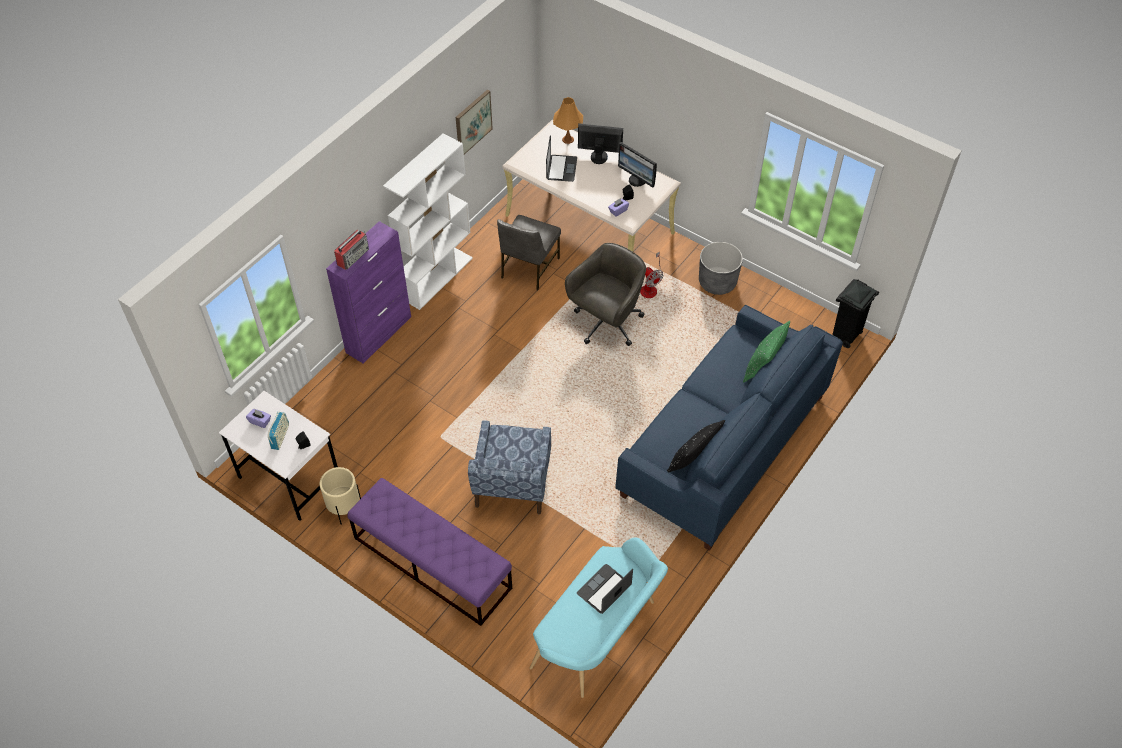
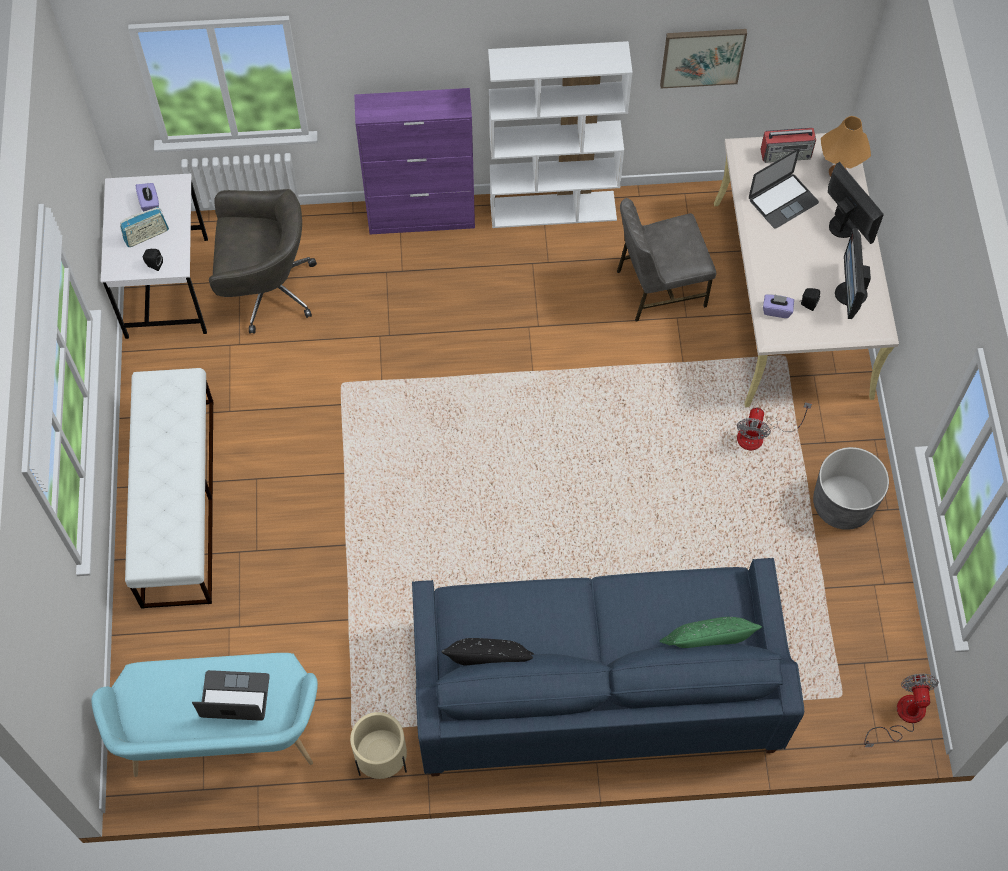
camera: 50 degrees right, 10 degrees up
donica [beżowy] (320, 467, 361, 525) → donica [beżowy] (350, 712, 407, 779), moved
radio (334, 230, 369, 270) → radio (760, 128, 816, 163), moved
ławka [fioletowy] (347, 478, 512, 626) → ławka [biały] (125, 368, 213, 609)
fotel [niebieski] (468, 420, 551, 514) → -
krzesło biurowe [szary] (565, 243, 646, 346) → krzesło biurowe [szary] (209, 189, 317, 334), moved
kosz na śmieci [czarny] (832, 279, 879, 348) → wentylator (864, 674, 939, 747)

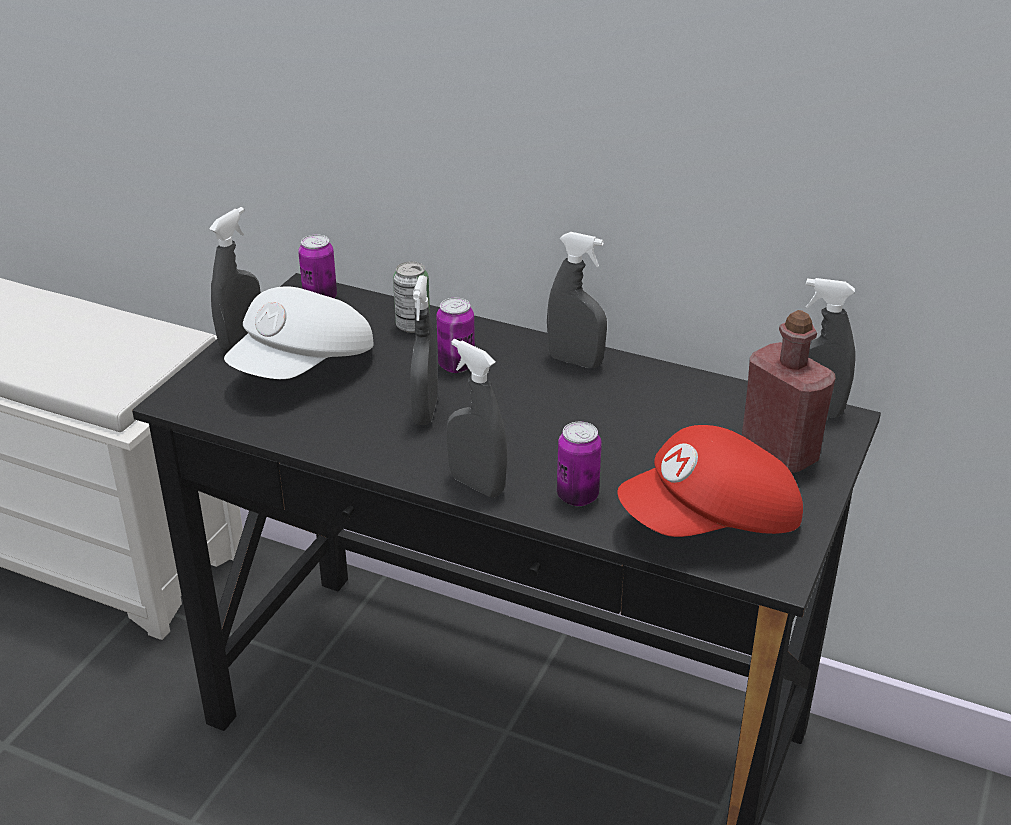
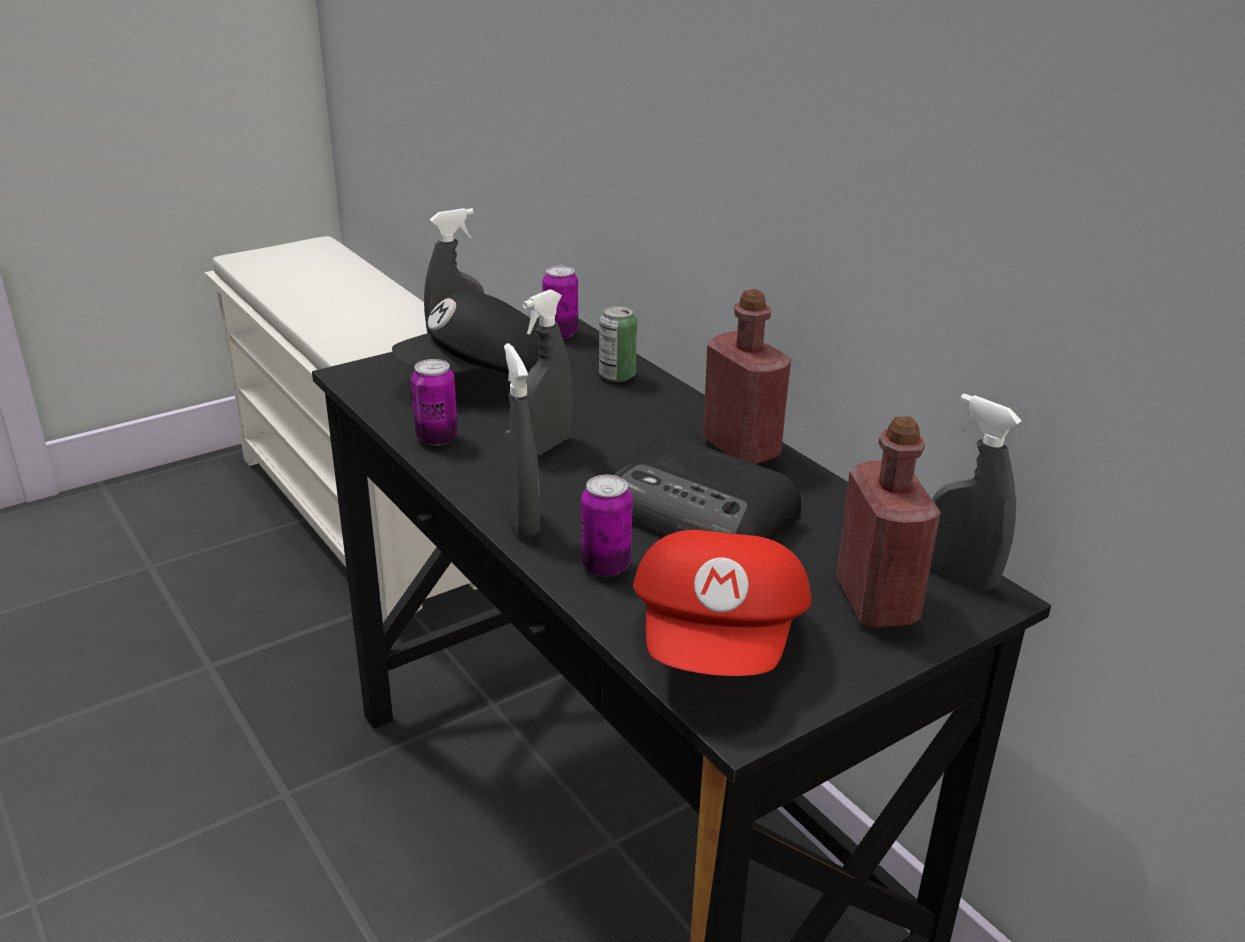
camera: 30 degrees right, 5 degrees down
czapka z daszkiem [biały] (224, 286, 373, 379) → czapka z daszkiem [czarny] (392, 291, 540, 374)
puszka (436, 298, 475, 373) → puszka (411, 359, 458, 446), moved
spryskiwacz [szary] (547, 232, 607, 368) → butelka [czerwony] (703, 289, 791, 464)
czapka z daszkiem [czerwony] (618, 425, 803, 537) → czapka z daszkiem [czerwony] (633, 530, 811, 676), 90 degrees counterclockwise
- → radio (613, 435, 801, 542)

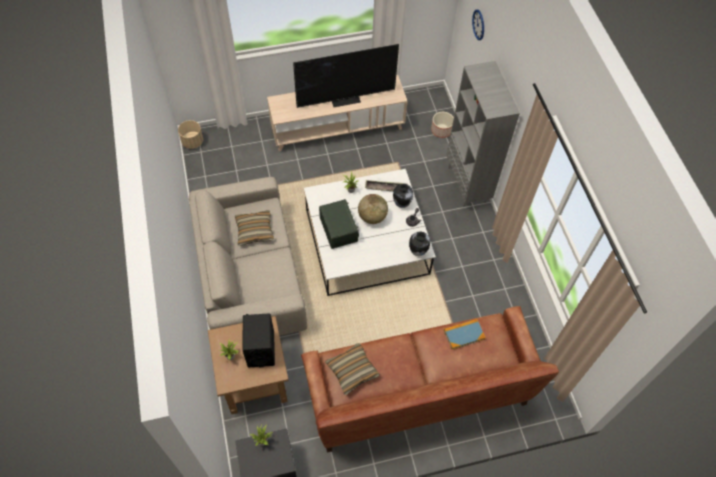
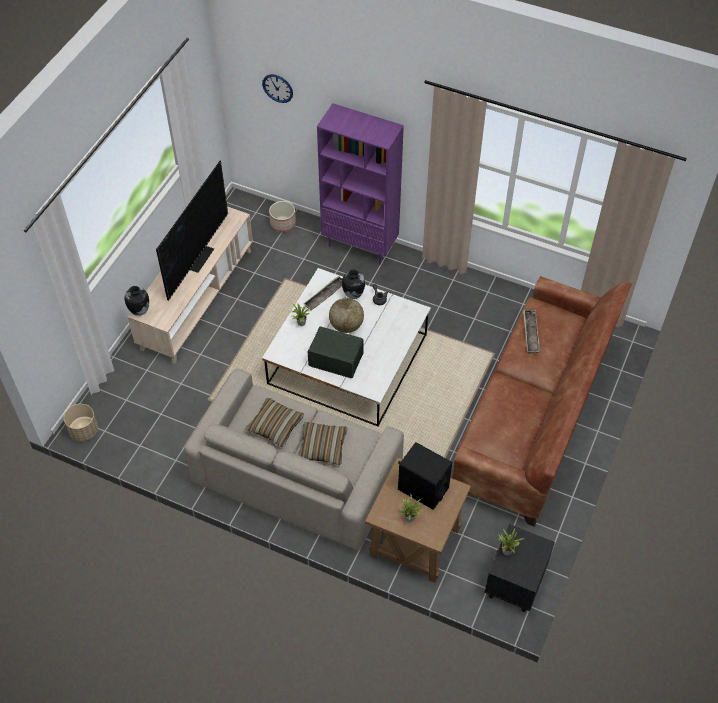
camera: 50 degrees left, 5 degrees down
poduszka (325, 343, 379, 395) → poduszka (298, 422, 347, 465), moved
wazon (409, 231, 430, 256) → wazon (125, 286, 149, 316), moved
książka (444, 319, 486, 350) → taca (523, 310, 540, 353)
regał [szary] (446, 61, 520, 207) → regał [fioletowy] (317, 103, 404, 265)

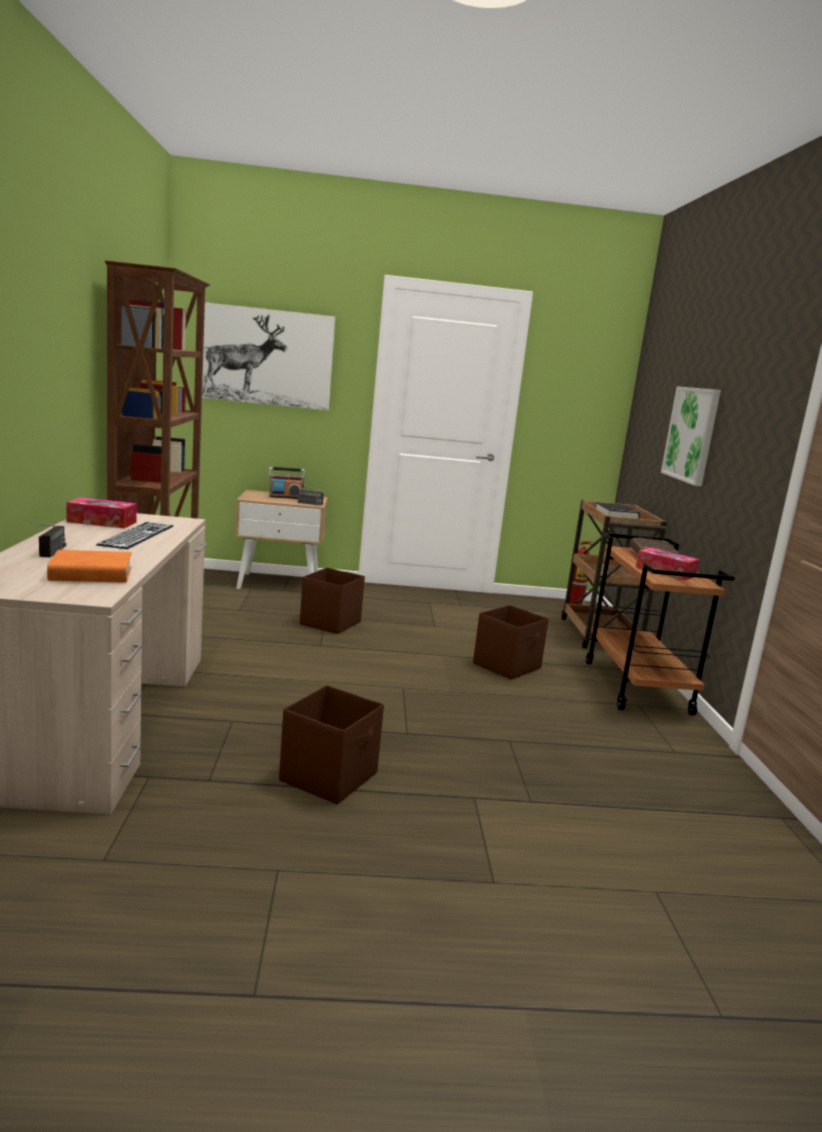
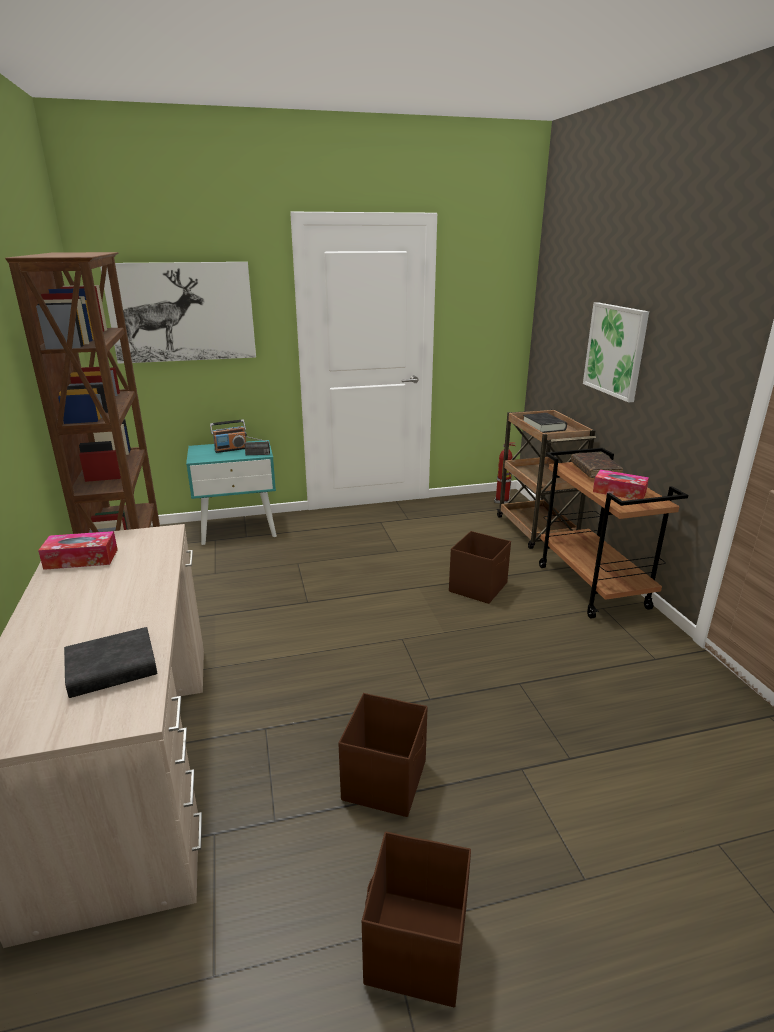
camera: 10 degrees left, 10 degrees up
radio (30, 523, 66, 558) → -
książka [pomarańczowy] (47, 550, 132, 583) → książka [czarny] (64, 627, 157, 698)
klawiatura (96, 522, 173, 549) → -
szafka nocna [beżowy] (235, 490, 328, 589) → szafka nocna [turkusowy] (186, 440, 277, 545)
pojemnik do przechowywania [brązowy] (300, 568, 365, 634) → pojemnik do przechowywania [brązowy] (362, 831, 471, 1007), moved

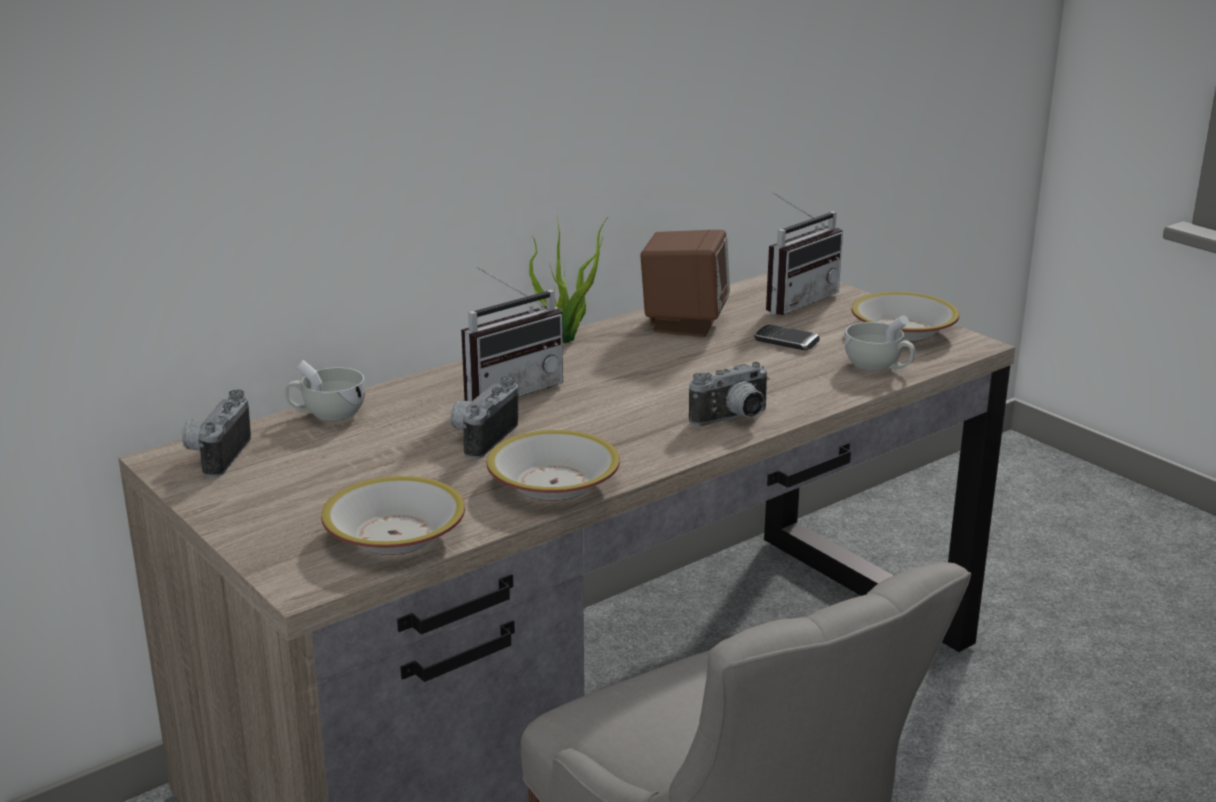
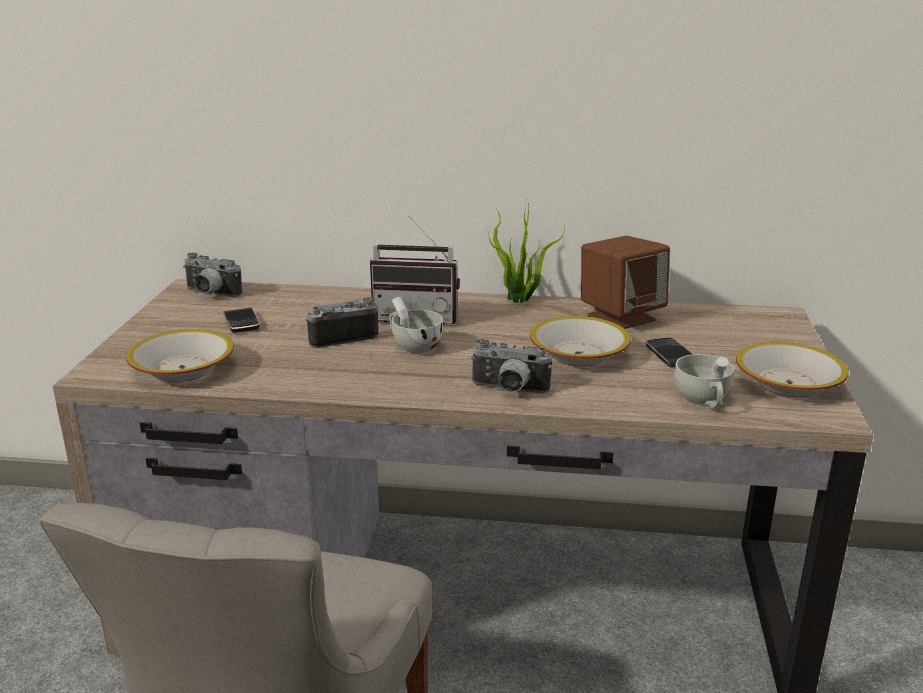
camera: 45 degrees right, 0 degrees up
aparat fotograficzny (182, 390, 251, 477) → aparat fotograficzny (183, 253, 242, 297), 120 degrees counterclockwise
filiżanka [biały] (285, 360, 365, 421) → filiżanka [biały] (389, 297, 443, 353), moved
miska (486, 430, 620, 501) → miska (530, 316, 631, 366), moved
radio (766, 193, 843, 315) → -
- → telefon (223, 308, 260, 333)

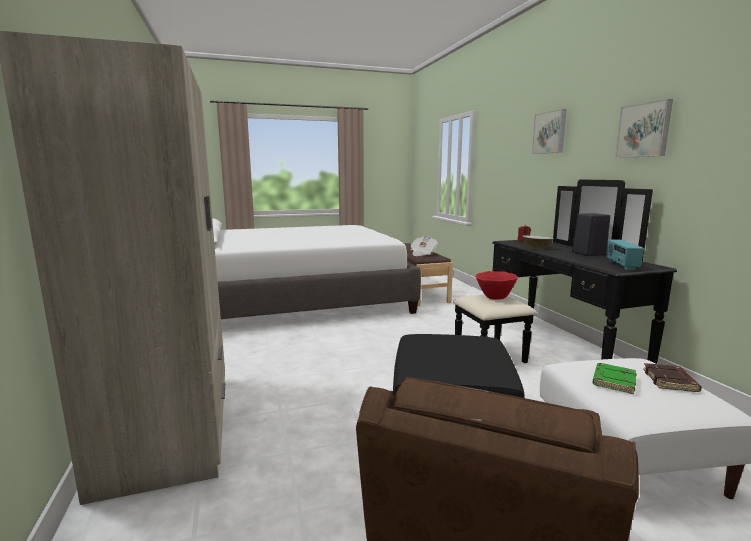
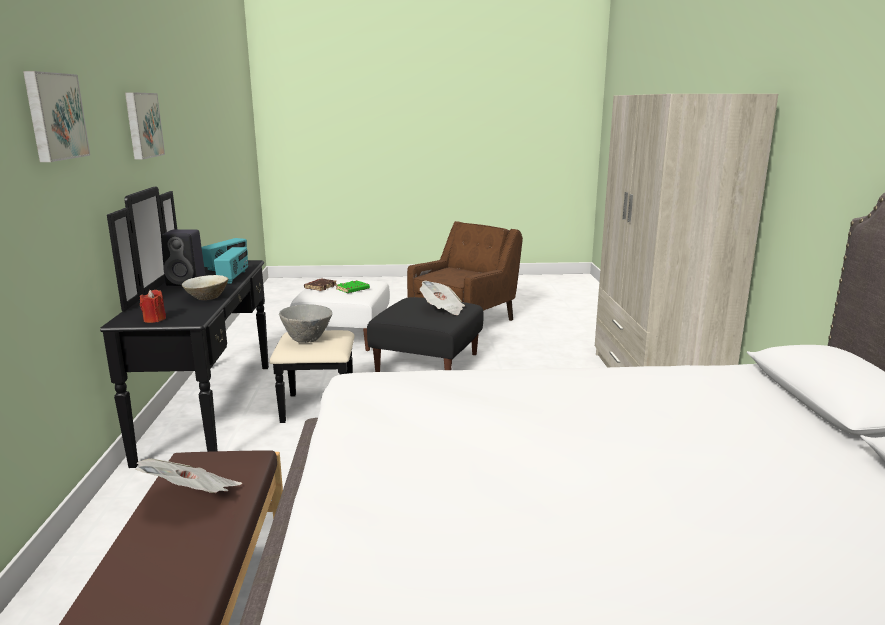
camera: 165 degrees left, 5 degrees up
miska [czerwony] (476, 271, 518, 300) → miska [szary] (279, 304, 332, 343)
- → radio (214, 247, 248, 283)
- → gazeta (420, 281, 465, 315)

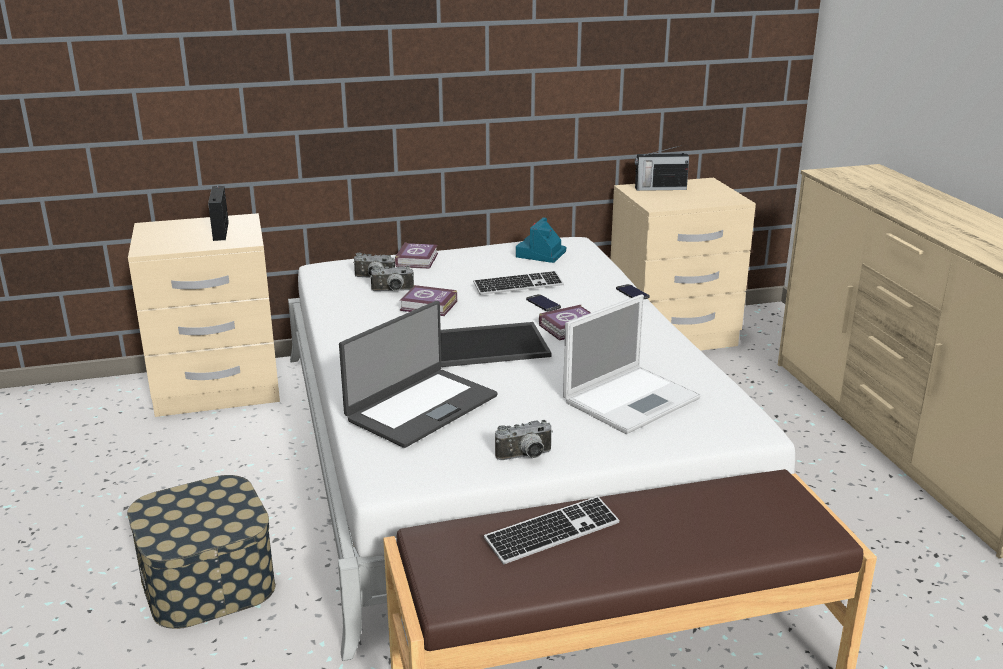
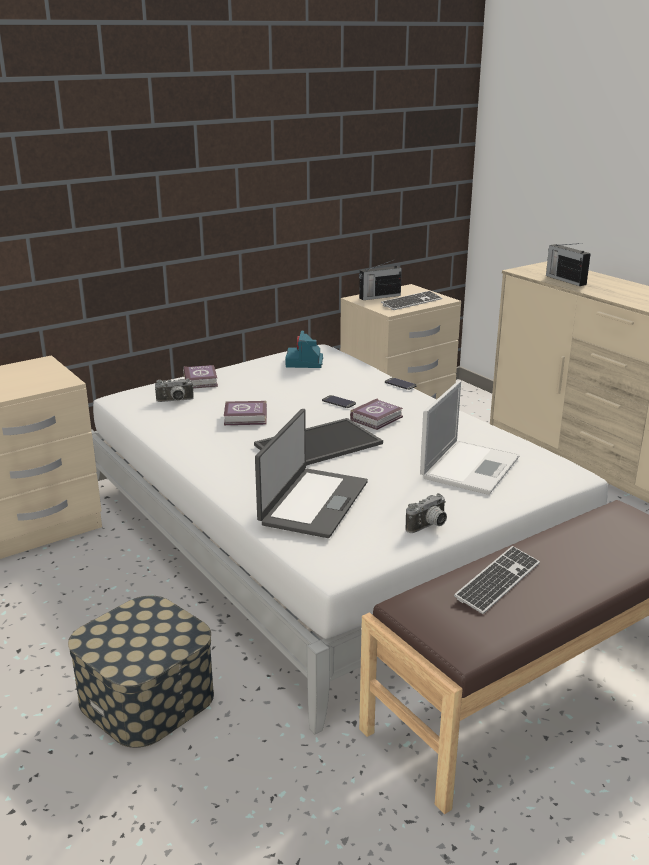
camera: 20 degrees left, 0 degrees up
radio (208, 186, 229, 241) → radio (546, 243, 591, 286), moved
aparat fotograficzny (371, 266, 414, 291) → -
klawiatura (473, 271, 564, 295) → klawiatura (381, 291, 442, 310), moved

